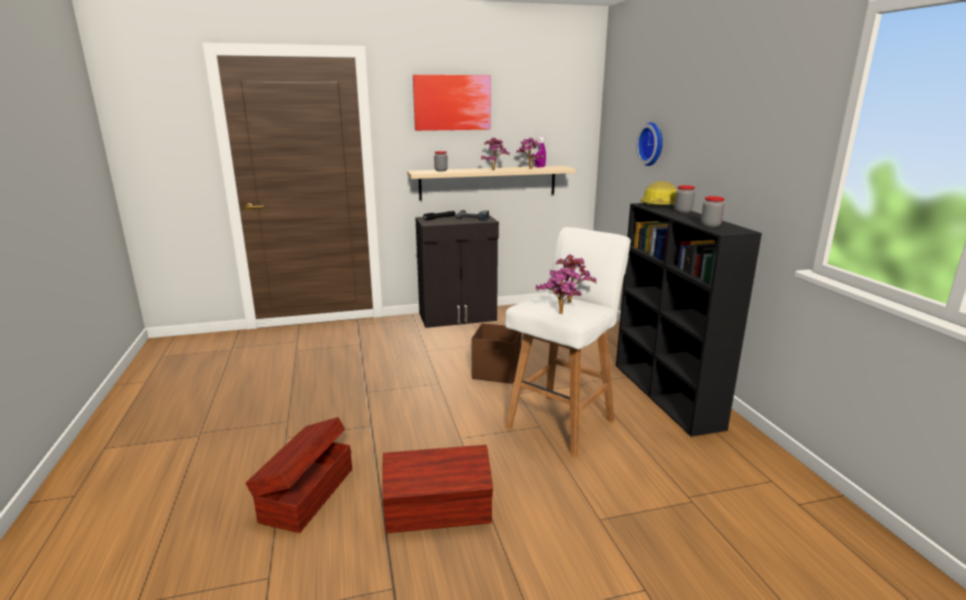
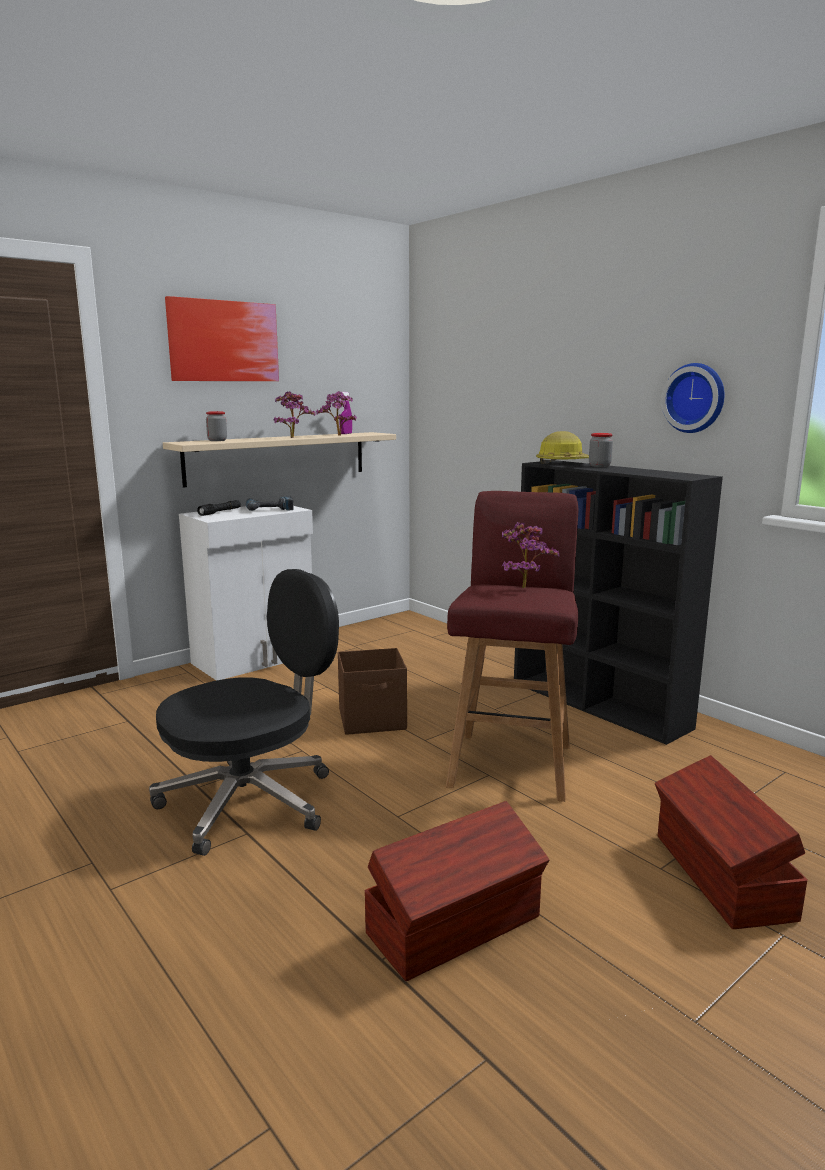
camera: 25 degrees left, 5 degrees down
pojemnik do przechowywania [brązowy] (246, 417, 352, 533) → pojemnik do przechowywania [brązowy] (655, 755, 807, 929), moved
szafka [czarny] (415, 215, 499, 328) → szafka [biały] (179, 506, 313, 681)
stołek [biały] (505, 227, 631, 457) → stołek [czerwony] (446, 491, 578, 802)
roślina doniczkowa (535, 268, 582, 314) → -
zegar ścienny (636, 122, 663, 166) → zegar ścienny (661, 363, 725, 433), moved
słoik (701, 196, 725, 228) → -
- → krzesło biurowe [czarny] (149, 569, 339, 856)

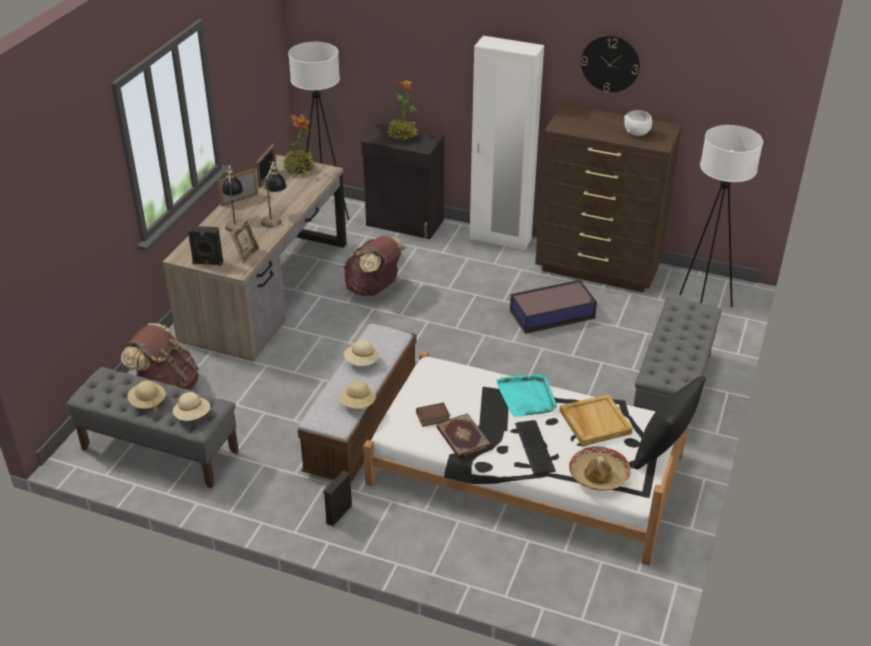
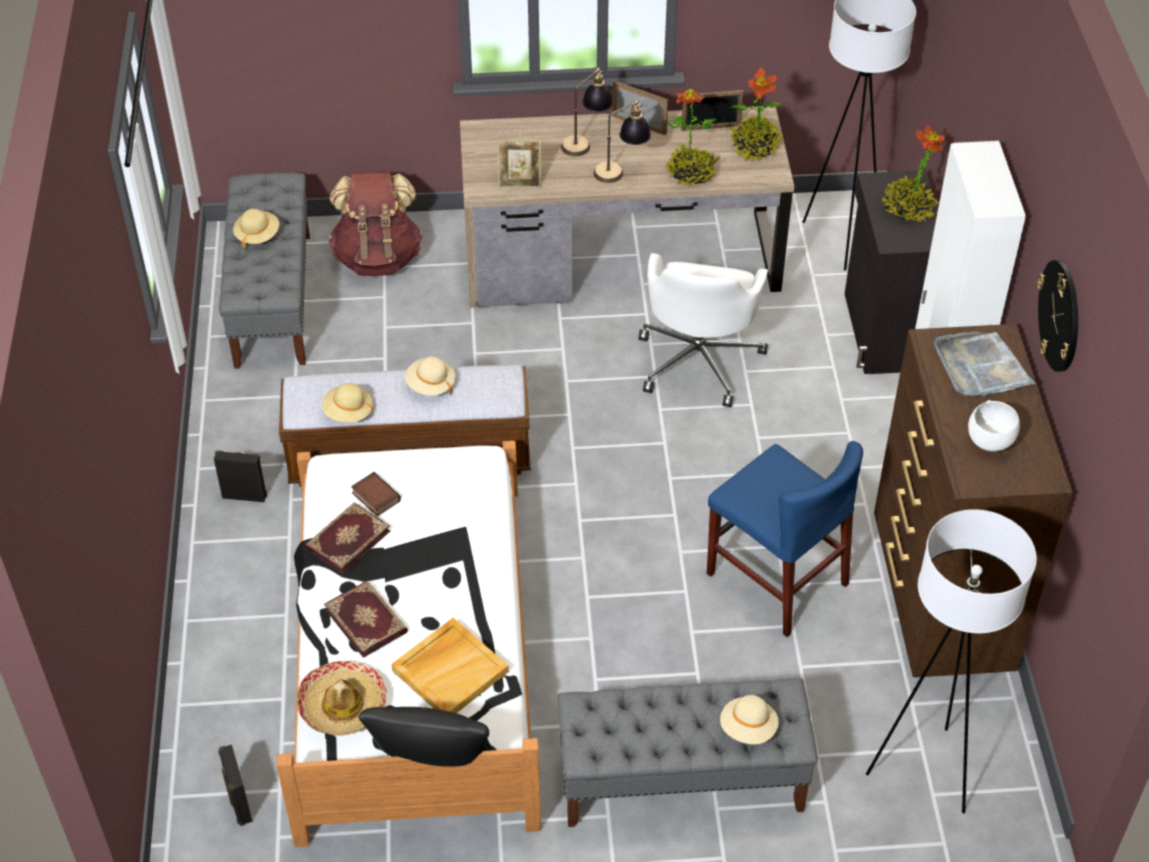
camera: 65 degrees right, 10 degrees up
kapelusz [beżowy] (173, 392, 210, 421) → kapelusz [beżowy] (720, 695, 779, 744), moved
głośnik [czarny] (187, 226, 223, 266) → głośnik [czarny] (218, 744, 253, 826), moved
plecak [brązowy] (344, 236, 407, 296) → krzesło biurowe [biały] (639, 253, 768, 407)
taca [turkusowy] (496, 374, 557, 417) → -
pojemnik do przechowywania (510, 280, 597, 334) → krzesło [niebieski] (707, 441, 863, 637)
klawiatura (515, 420, 556, 475) → książka (324, 580, 408, 658)
- → roślina doniczkowa (664, 89, 720, 187)
- → taca [szary] (934, 331, 1036, 397)

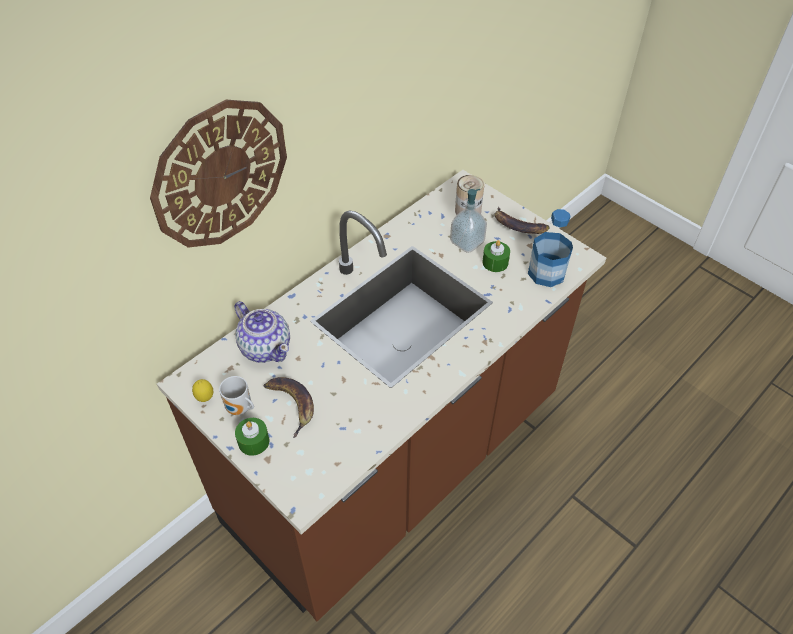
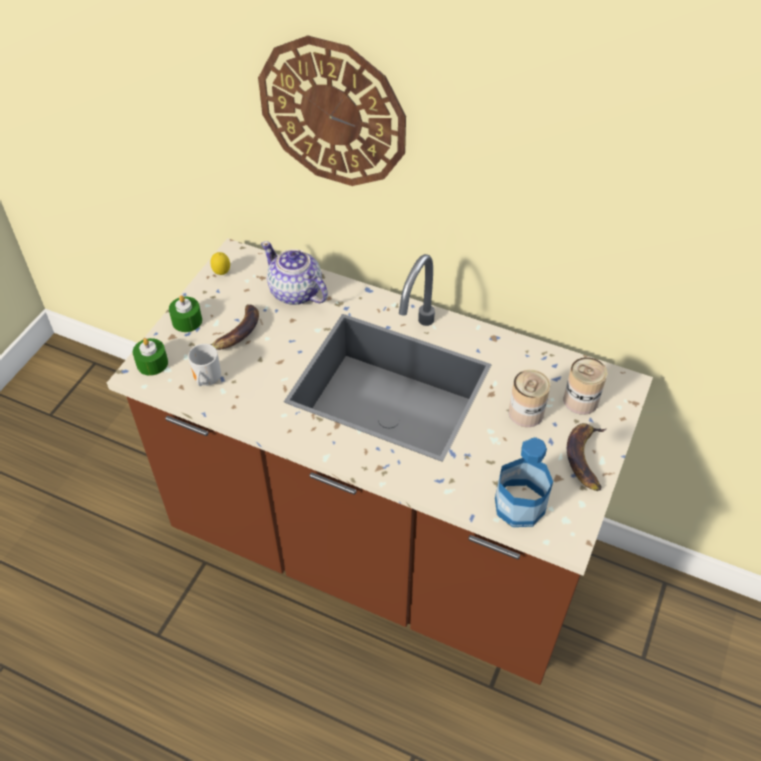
camera: 70 degrees right, 0 degrees up
kubek (219, 376, 254, 415) → kubek (188, 344, 221, 386), moved
imbryk (234, 301, 290, 363) → imbryk (261, 241, 328, 305), 105 degrees clockwise
dozownik mydła (450, 189, 487, 253) → puszka (509, 370, 551, 427)
świeca [zielony] (483, 240, 510, 272) → świeca [zielony] (133, 338, 168, 376), moved

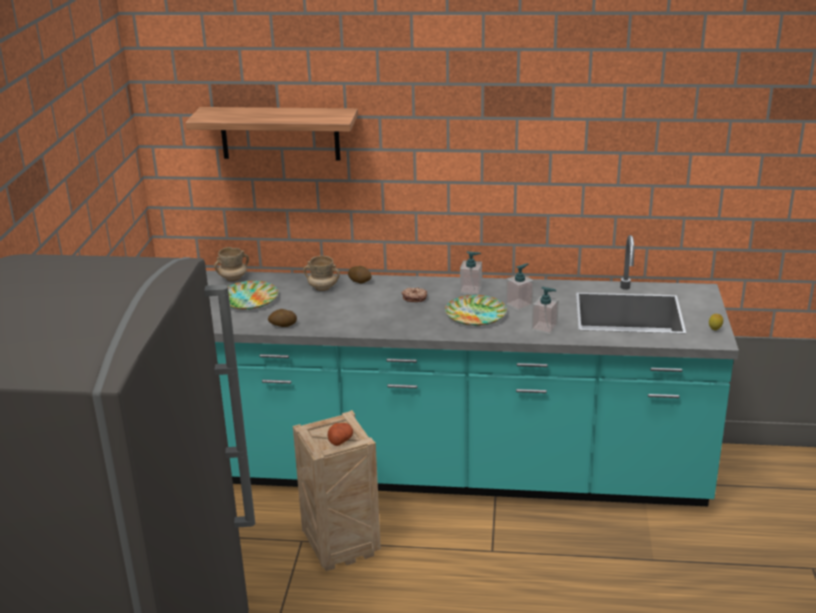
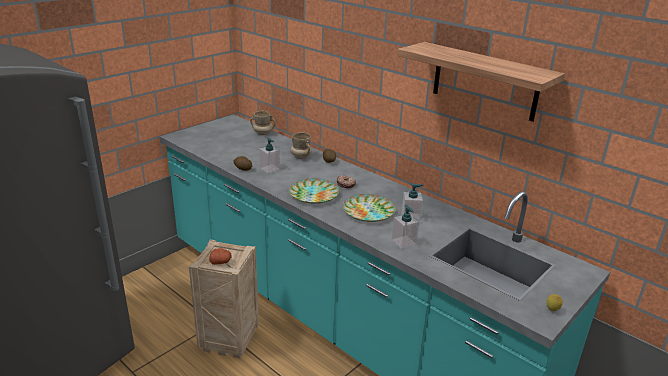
camera: 35 degrees right, 0 degrees up
półka (185, 107, 358, 160) → półka (397, 42, 565, 122), moved
talerz (228, 281, 278, 310) → talerz (289, 179, 339, 204), moved
dozownik mydła (460, 251, 482, 295) → dozownik mydła (259, 137, 280, 173), moved

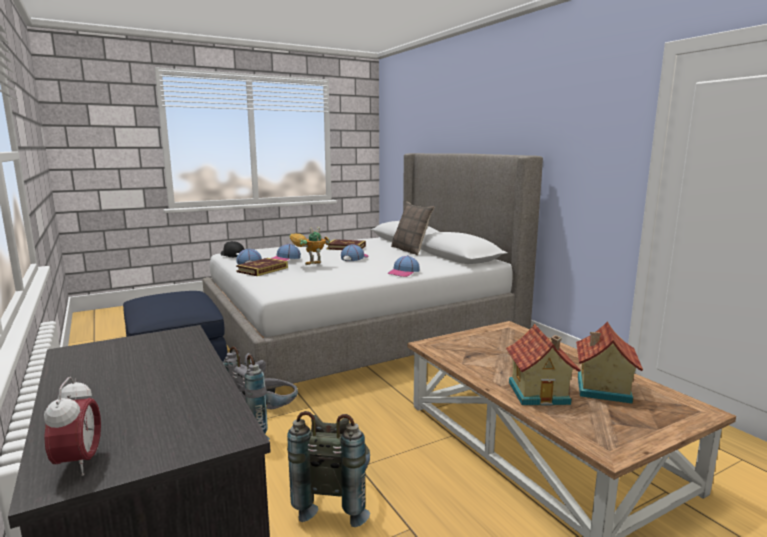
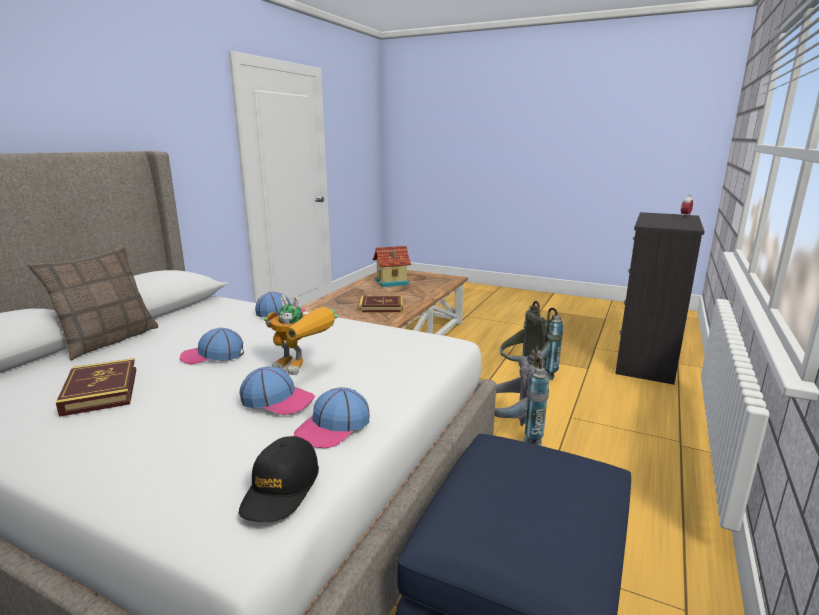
camera: 125 degrees left, 5 degrees up
książka (236, 258, 288, 276) → książka (359, 296, 403, 313), moved
domek (506, 324, 581, 406) → -

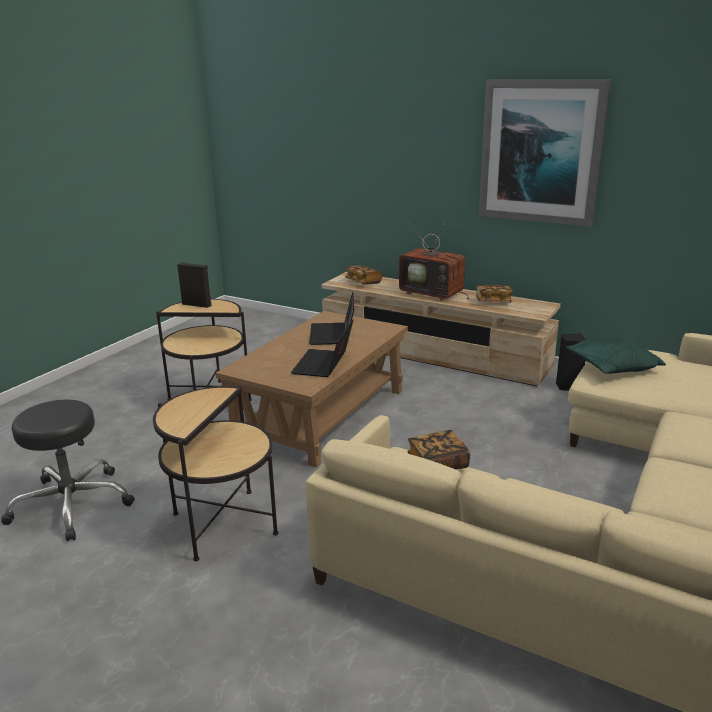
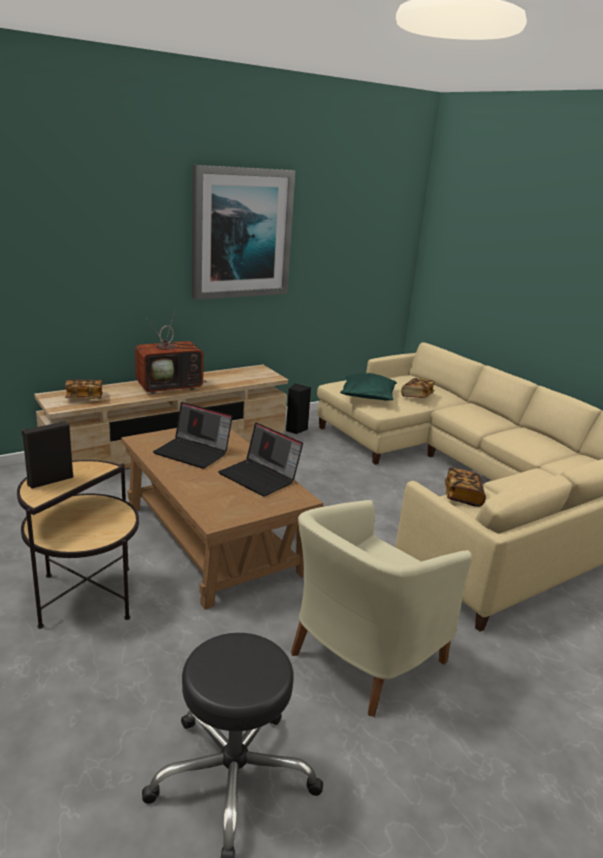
camera: 65 degrees left, 0 degrees up
stolik (153, 385, 279, 561) → fotel [beżowy] (291, 500, 472, 717)
książka (476, 285, 513, 303) → książka (401, 378, 435, 398), moved

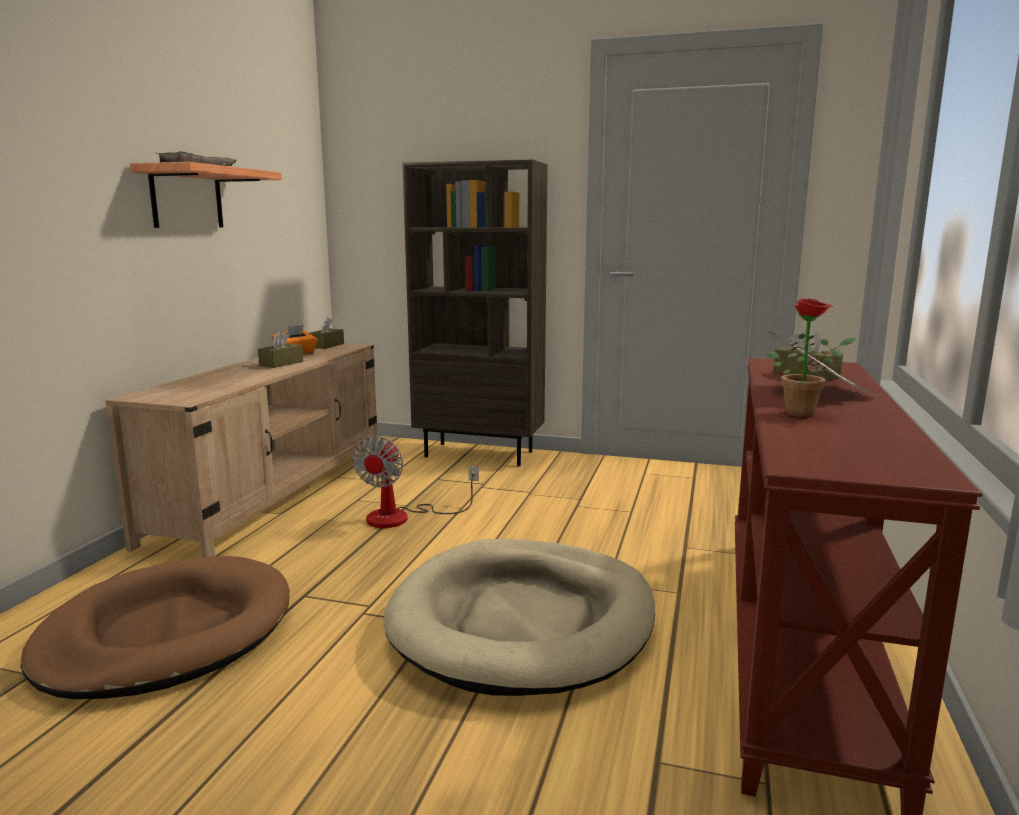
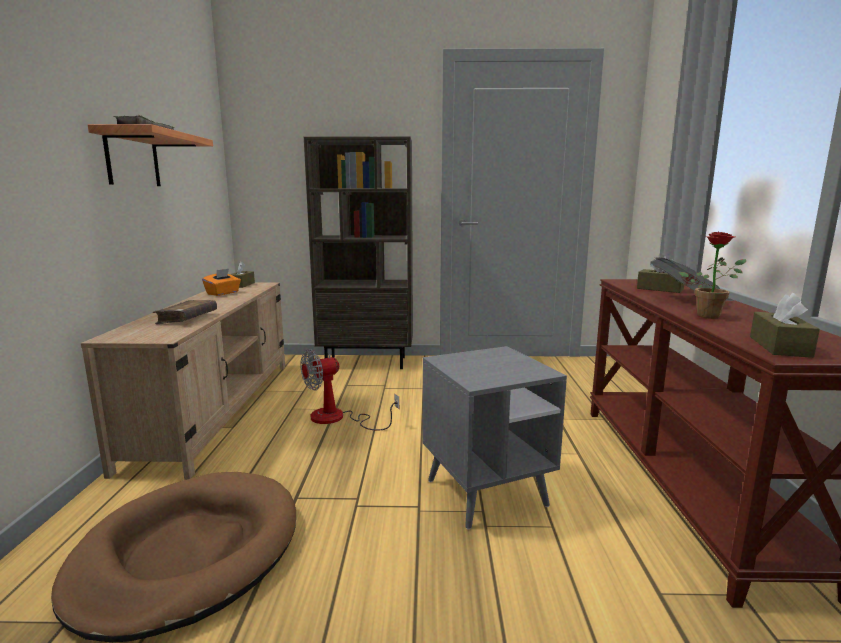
camera: 15 degrees left, 0 degrees up
pudełko chusteczek [brązowy] (258, 330, 303, 368) → pudełko chusteczek [brązowy] (750, 293, 820, 358), moved
wentylator (352, 436, 479, 528) → wentylator (300, 349, 399, 431), 60 degrees clockwise
legowisko [beżowy] (384, 539, 655, 696) → stolik [szary] (423, 346, 567, 530)
- → książka [brązowy] (153, 300, 217, 324)

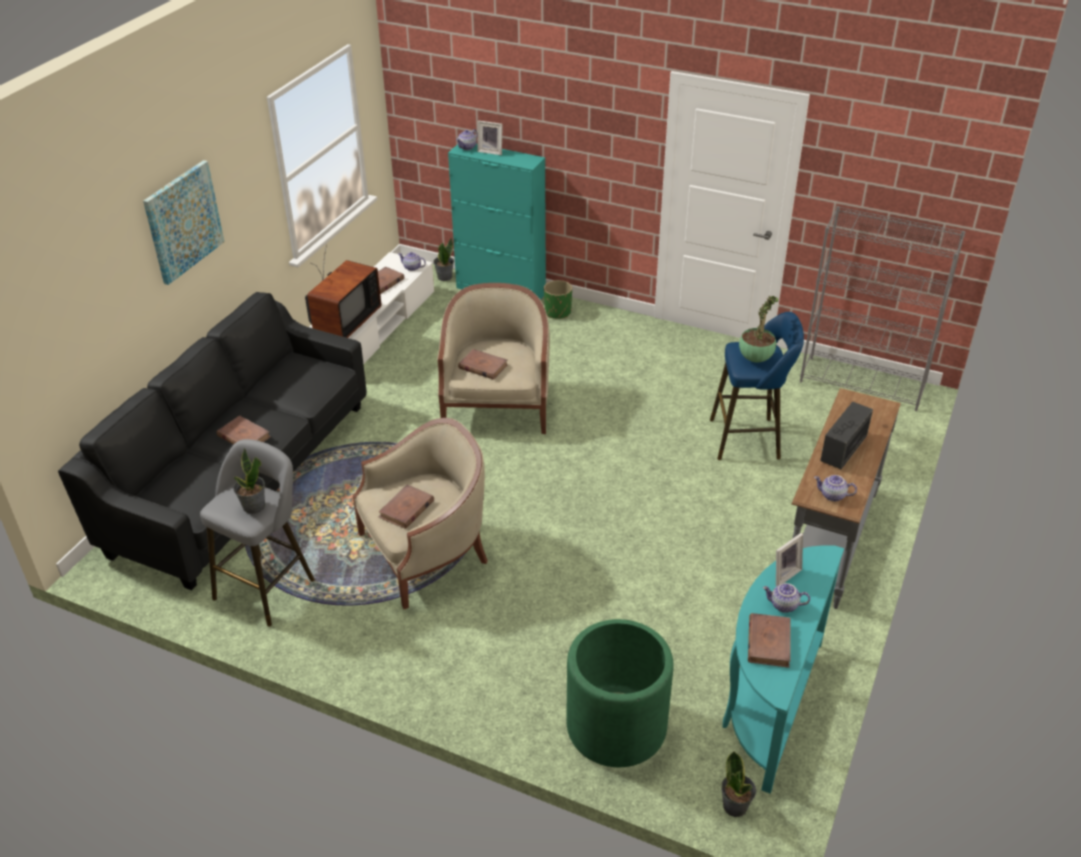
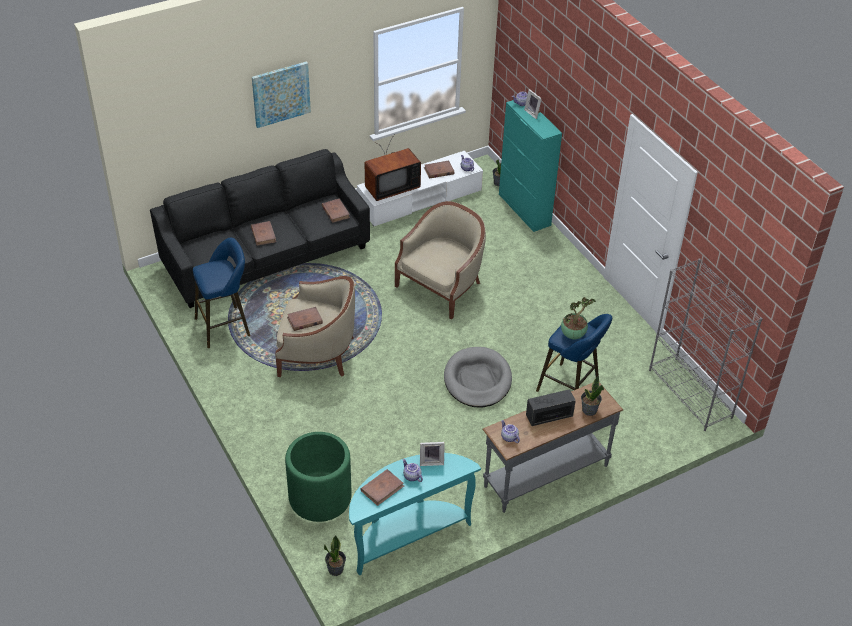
camera: 35 degrees right, 5 degrees up
stołek [szary] (200, 439, 315, 627) → stołek [niebieski] (193, 237, 250, 348)
roślina doniczkowa (233, 448, 265, 514) → roślina doniczkowa (581, 375, 604, 416), moved
książka [brązowy] (458, 349, 508, 380) → książka [brązowy] (322, 198, 350, 223), moved
donica [zielony] (544, 280, 572, 319) → -
- → legowisko [szary] (444, 347, 512, 407)

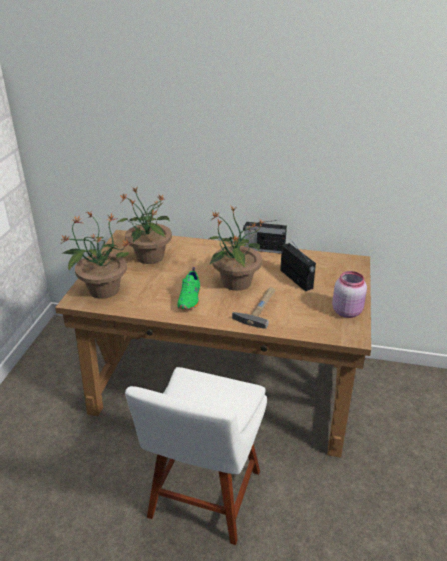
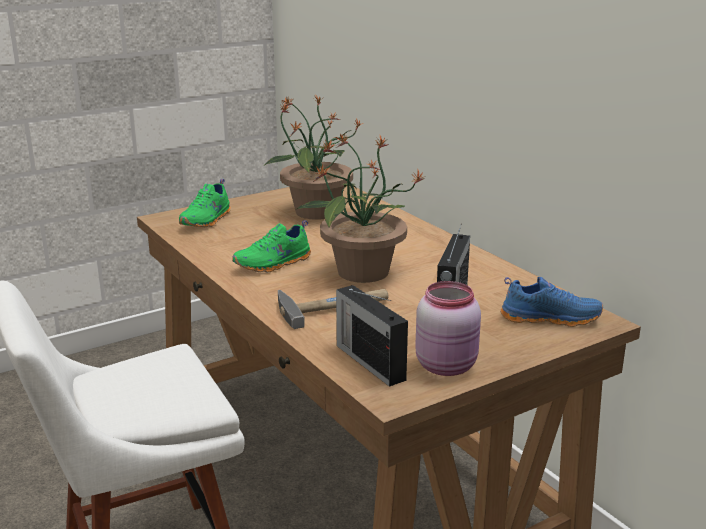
camera: 45 degrees right, 10 degrees down
roślina doniczkowa (61, 210, 131, 299) → but [zielony] (179, 179, 231, 227)
radio (243, 220, 287, 254) → radio (336, 285, 408, 387), moved
- → but [niebieski] (500, 277, 603, 327)

